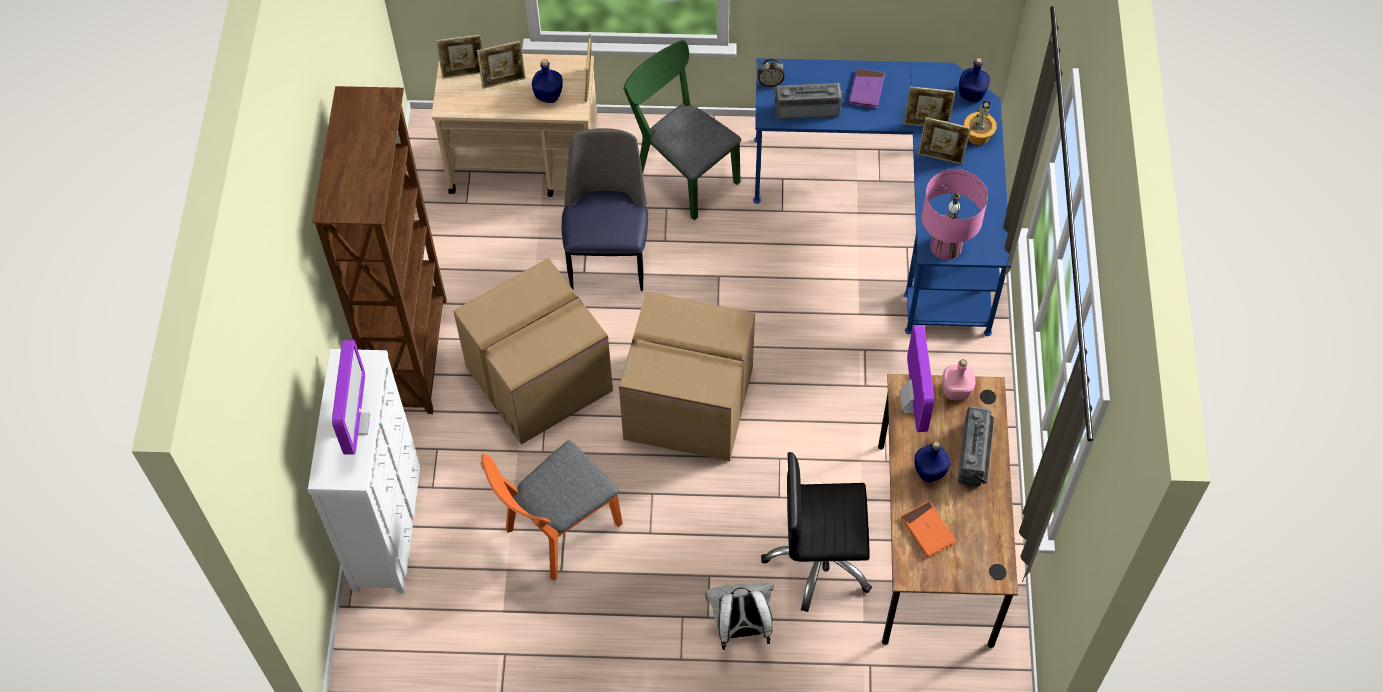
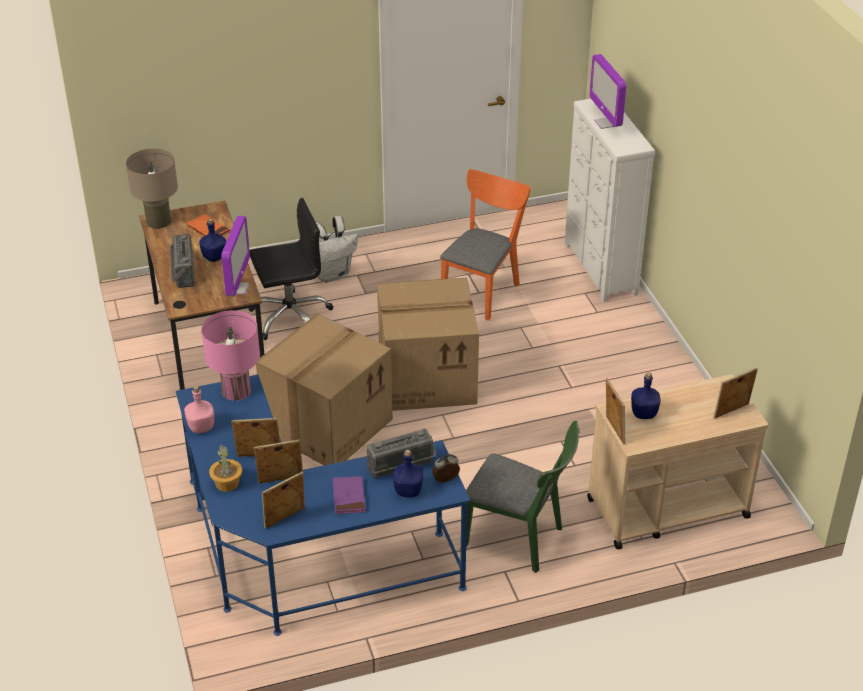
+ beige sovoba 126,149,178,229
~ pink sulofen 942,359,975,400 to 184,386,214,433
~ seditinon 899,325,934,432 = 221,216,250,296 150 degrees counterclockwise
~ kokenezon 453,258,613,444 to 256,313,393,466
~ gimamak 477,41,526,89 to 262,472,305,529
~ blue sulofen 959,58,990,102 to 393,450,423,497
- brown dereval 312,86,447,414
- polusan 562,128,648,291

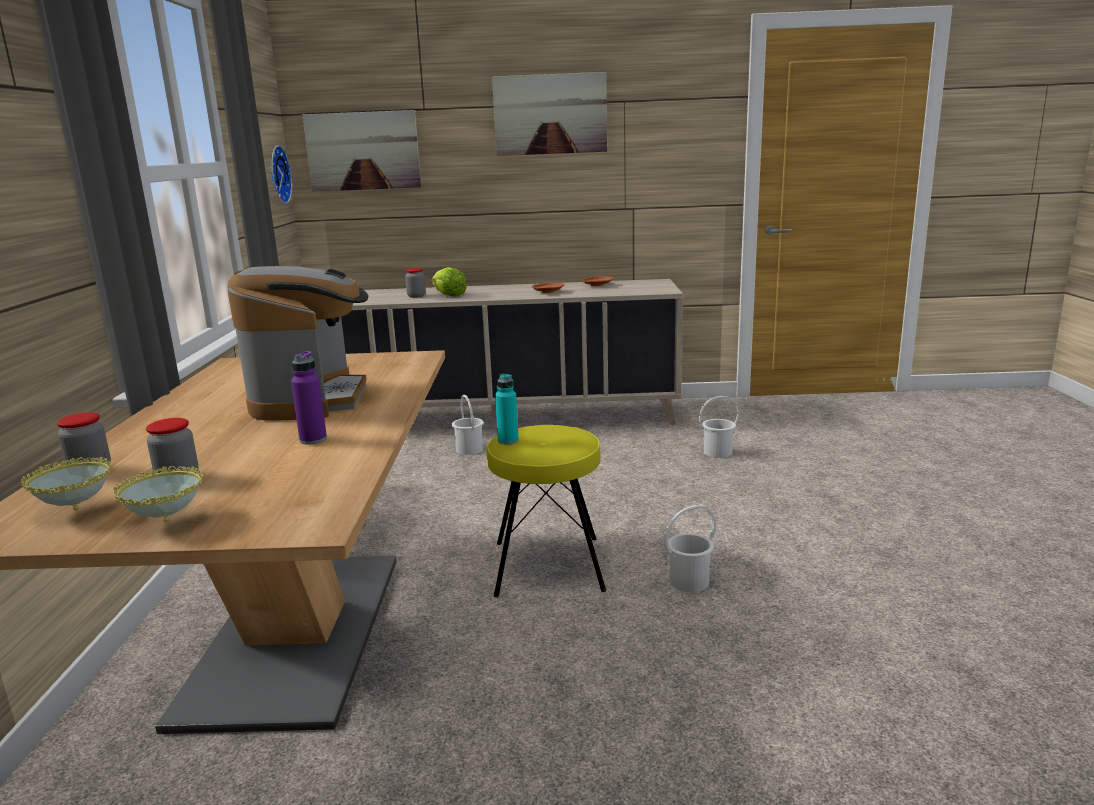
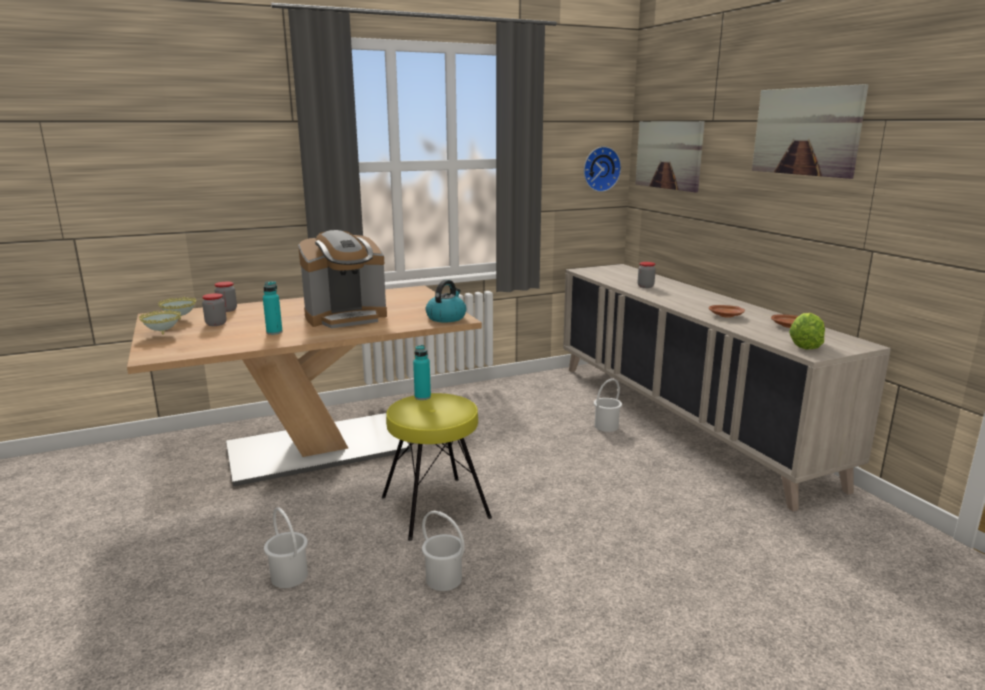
~ purple sulofen 291,351,327,445 to turquoise sulofen 263,281,283,335
~ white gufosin 699,396,739,458 to 264,508,308,588
+ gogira 426,280,466,322
~ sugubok 432,267,467,297 to 789,313,825,349

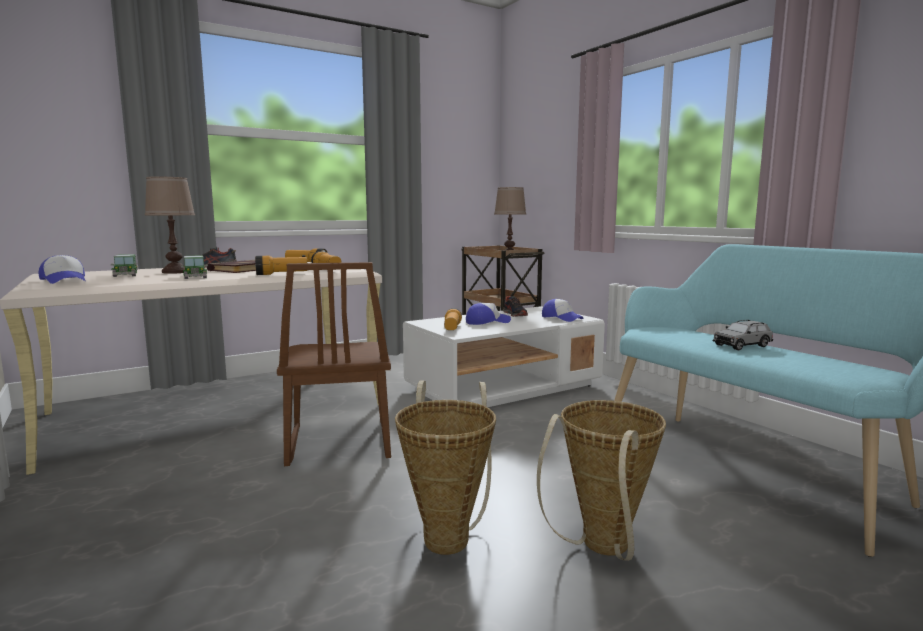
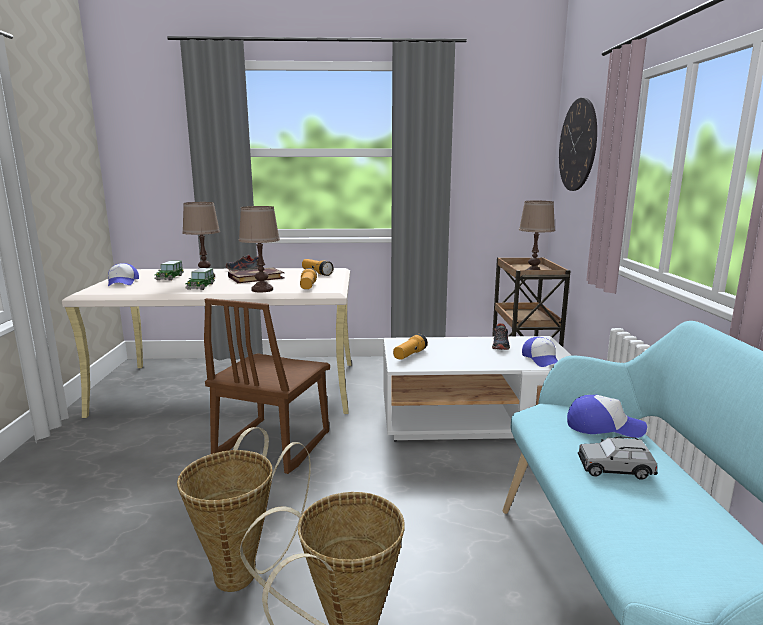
~ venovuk 255,256,308,275 to brown sovoba 239,206,280,292
+ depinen 559,98,597,191
~ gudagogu 466,303,511,325 to 567,395,647,438

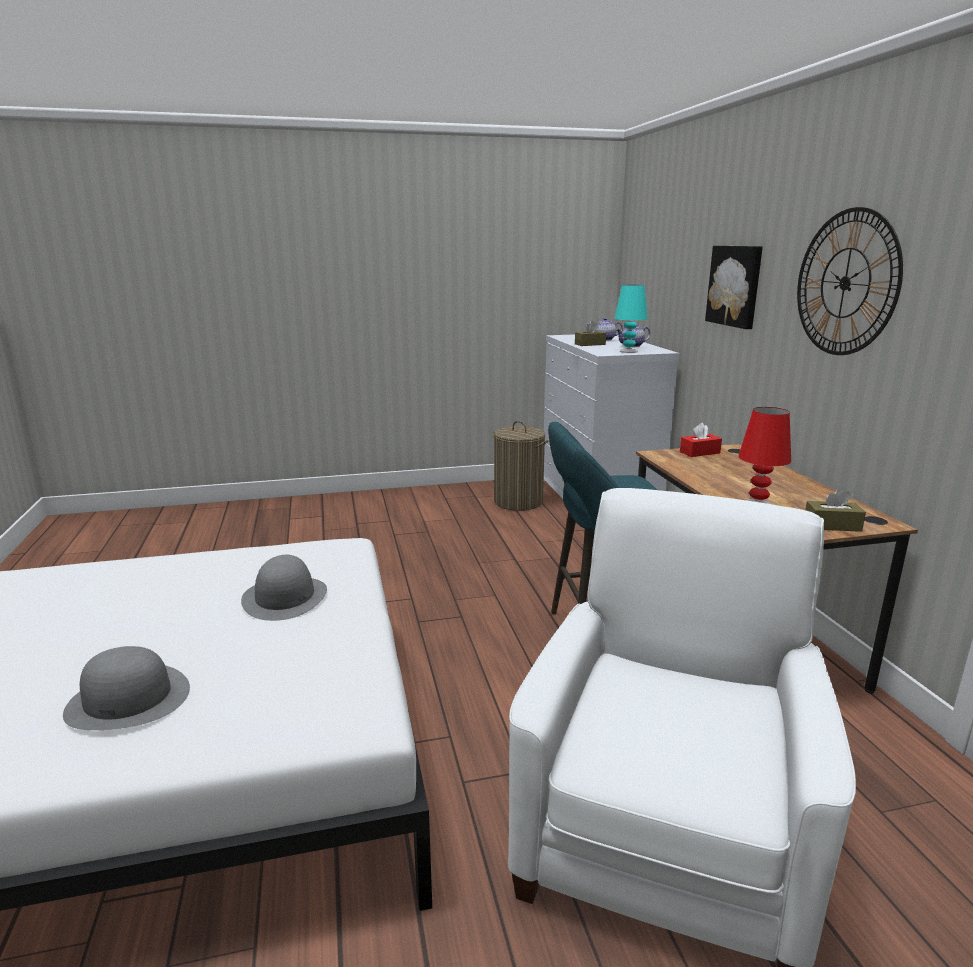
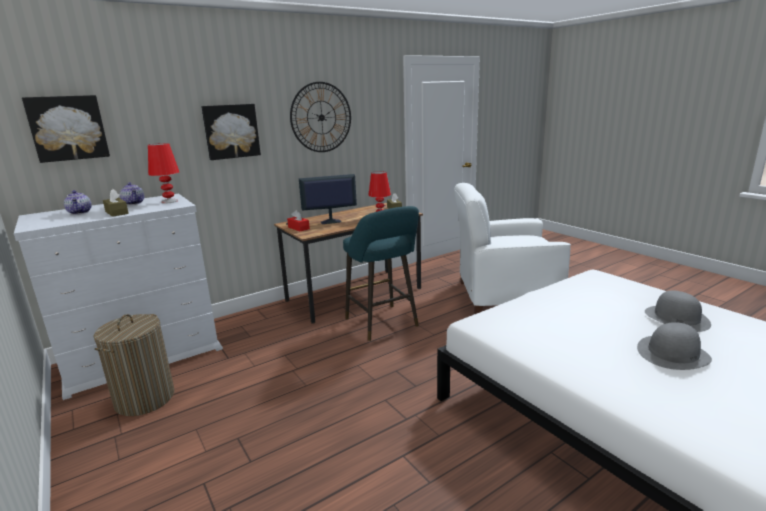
+ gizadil 22,95,110,163
~ turquoise sovoba 615,284,648,353 to red sovoba 148,143,179,204
+ seditinon 299,174,357,224
~ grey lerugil 241,555,327,621 to 637,322,712,370

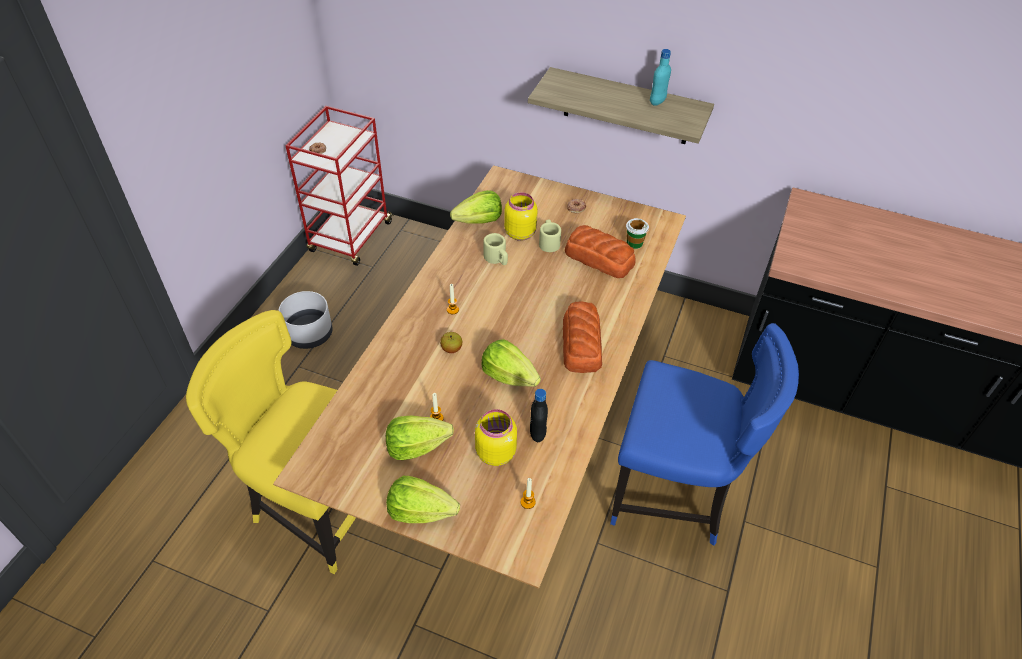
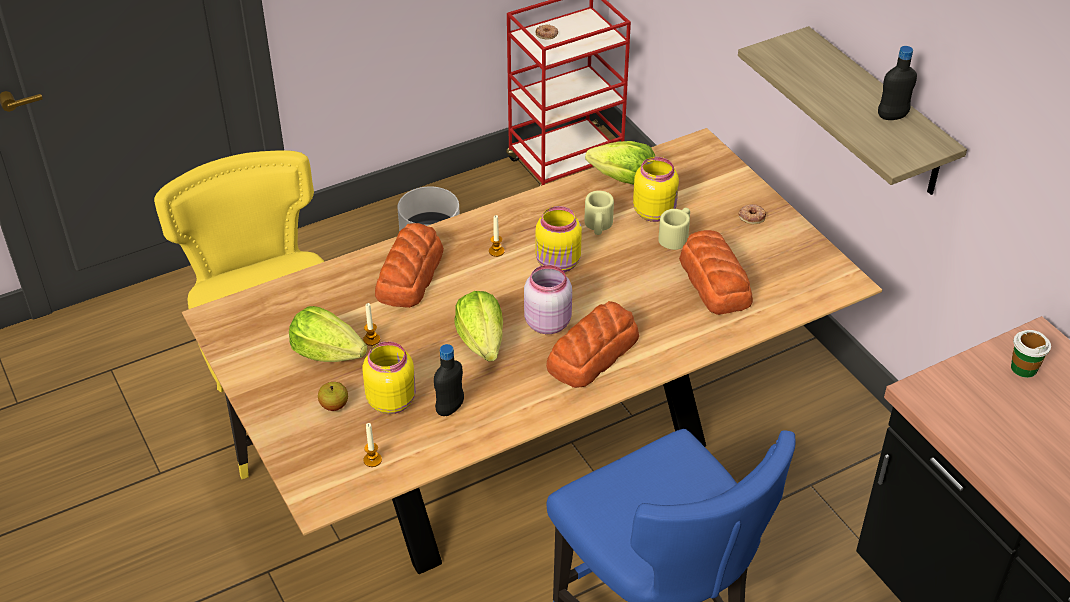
~ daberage 440,332,462,353 to 318,382,348,411
+ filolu 375,223,444,308
+ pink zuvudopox 524,265,572,334
+ yellow zuvudopox 535,206,582,273
~ turquoise sulofen 650,49,671,106 to black sulofen 878,46,917,120
~ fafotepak 626,218,649,249 to 1011,330,1051,378
- sugubok 386,476,460,523

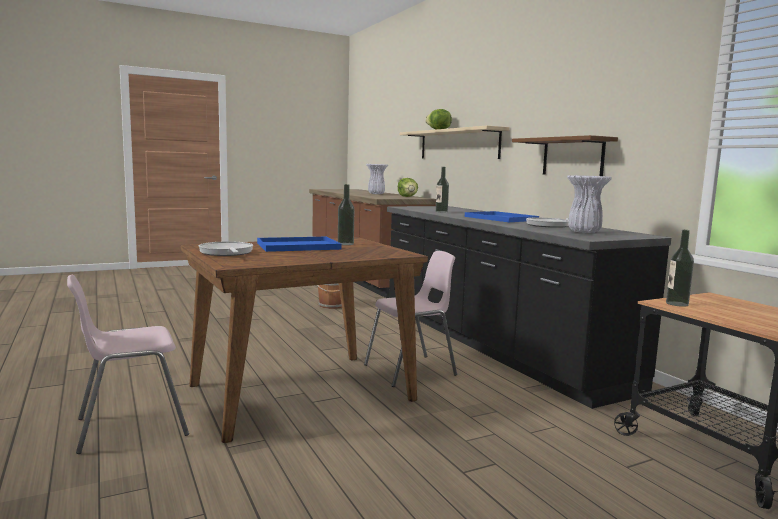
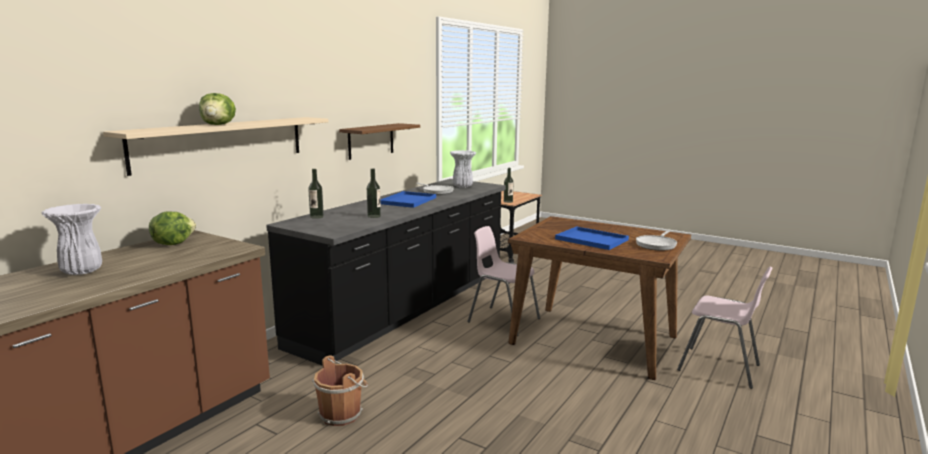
~ sulofen 338,184,355,245 to 308,169,324,219

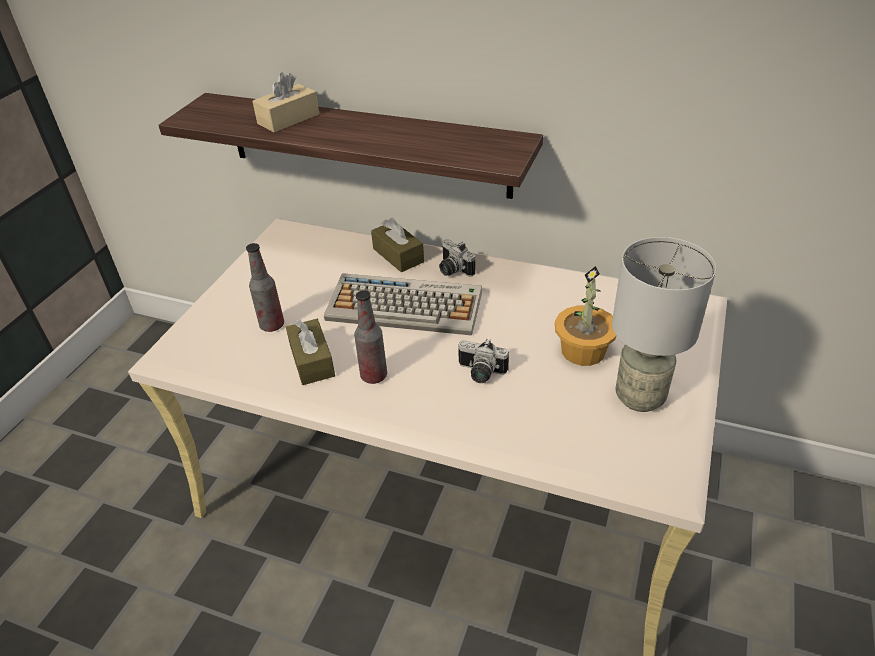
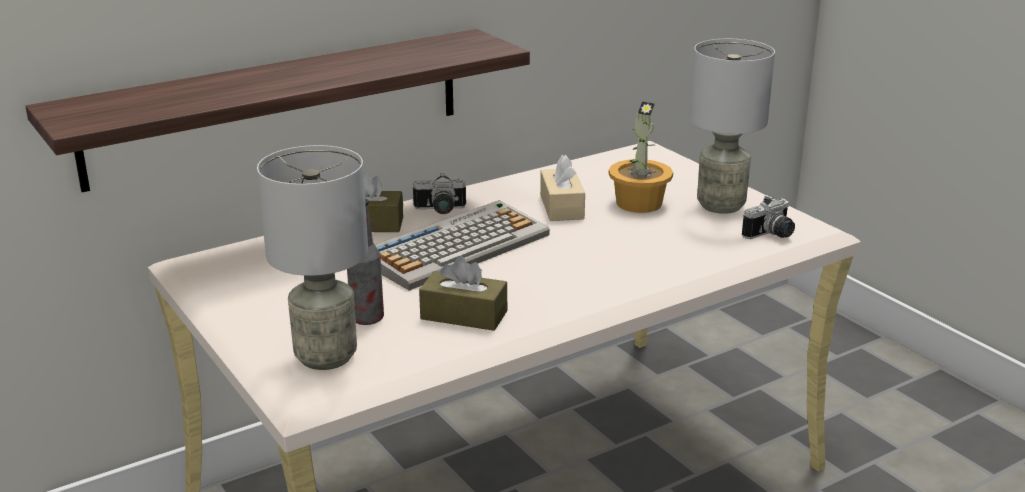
+ grey sovoba 257,145,368,370
~ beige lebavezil 252,72,319,132 to 540,155,585,221
~ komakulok 458,339,509,383 to 742,195,795,239
- sulofen 354,290,387,384

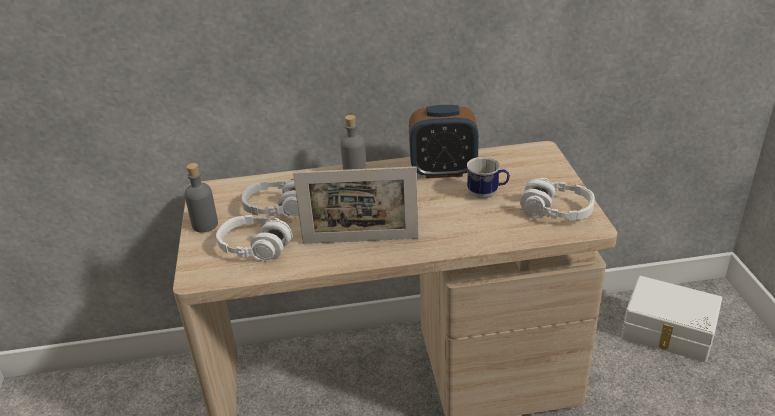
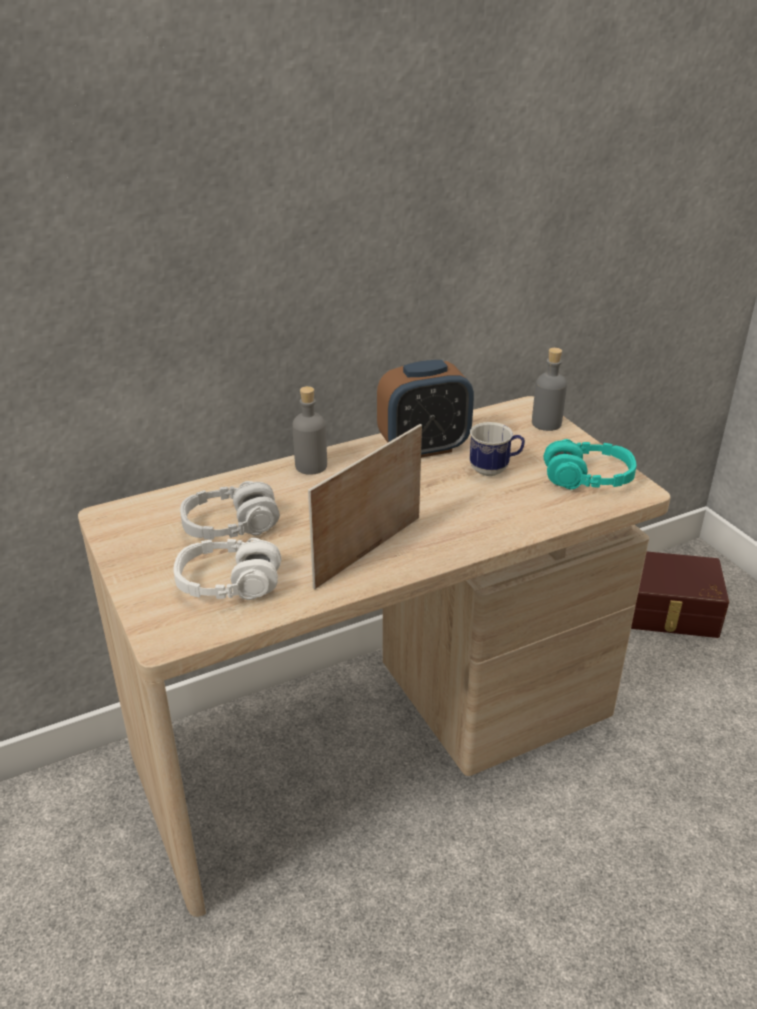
~ gimamak 293,167,419,244 = 308,424,422,589 150 degrees clockwise
~ grey sulofen 185,163,218,233 to 532,348,567,431
~ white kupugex 520,178,595,220 to turquoise kupugex 543,439,637,489
~ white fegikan 621,276,722,362 to brown fegikan 631,552,729,638

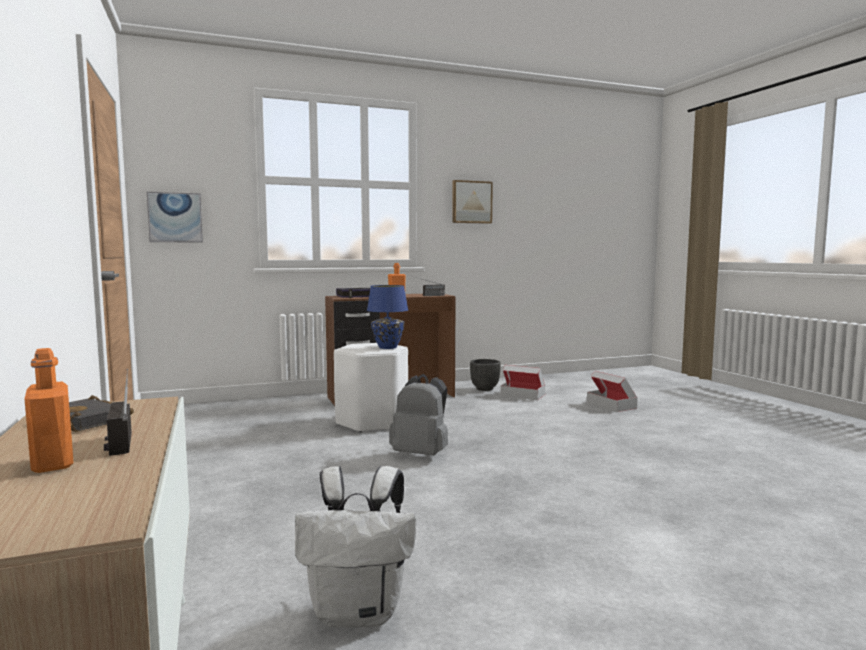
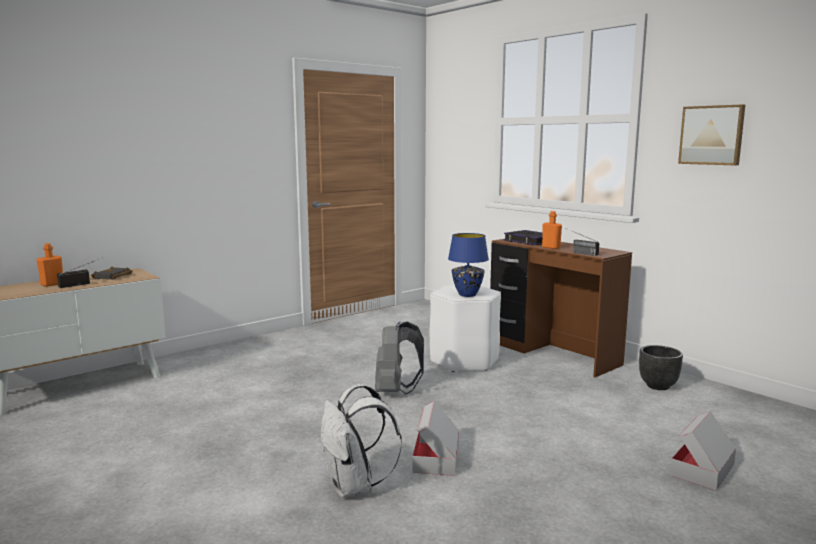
~ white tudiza 295,466,416,628 to 321,384,402,498
~ kokenezon 500,365,545,400 to 412,401,459,476
- gizadil 147,192,203,243

